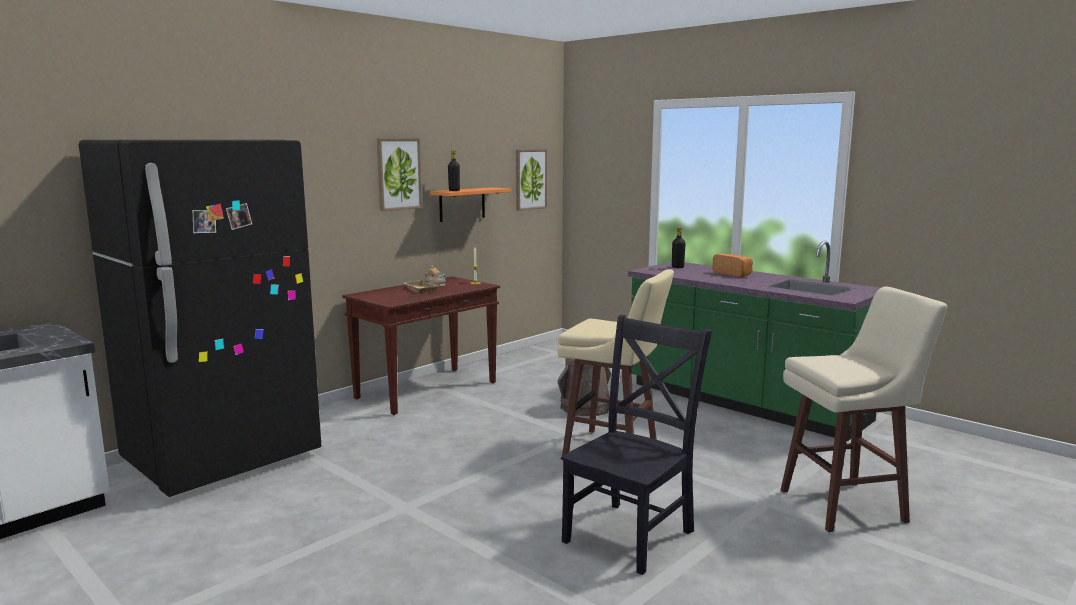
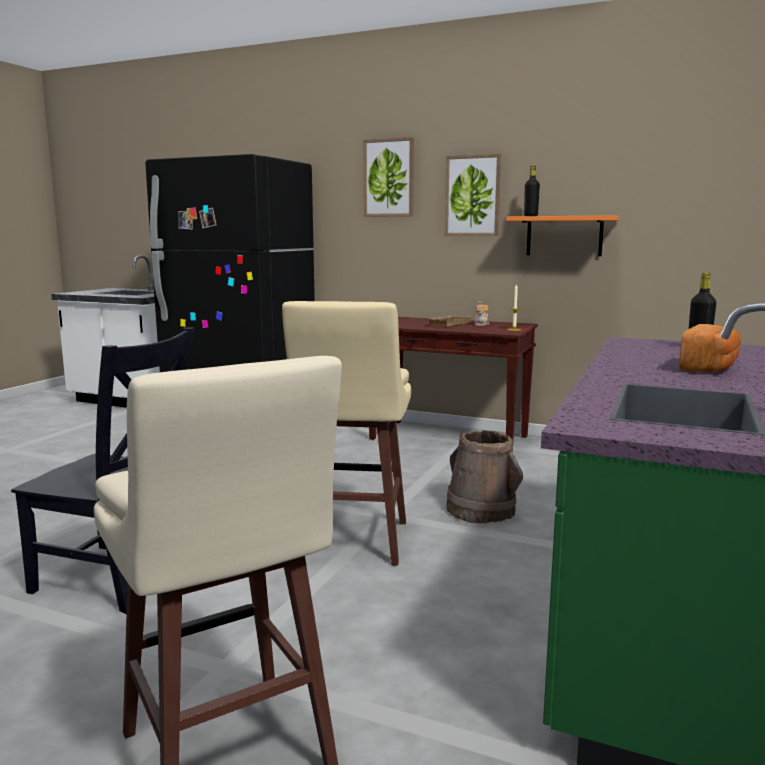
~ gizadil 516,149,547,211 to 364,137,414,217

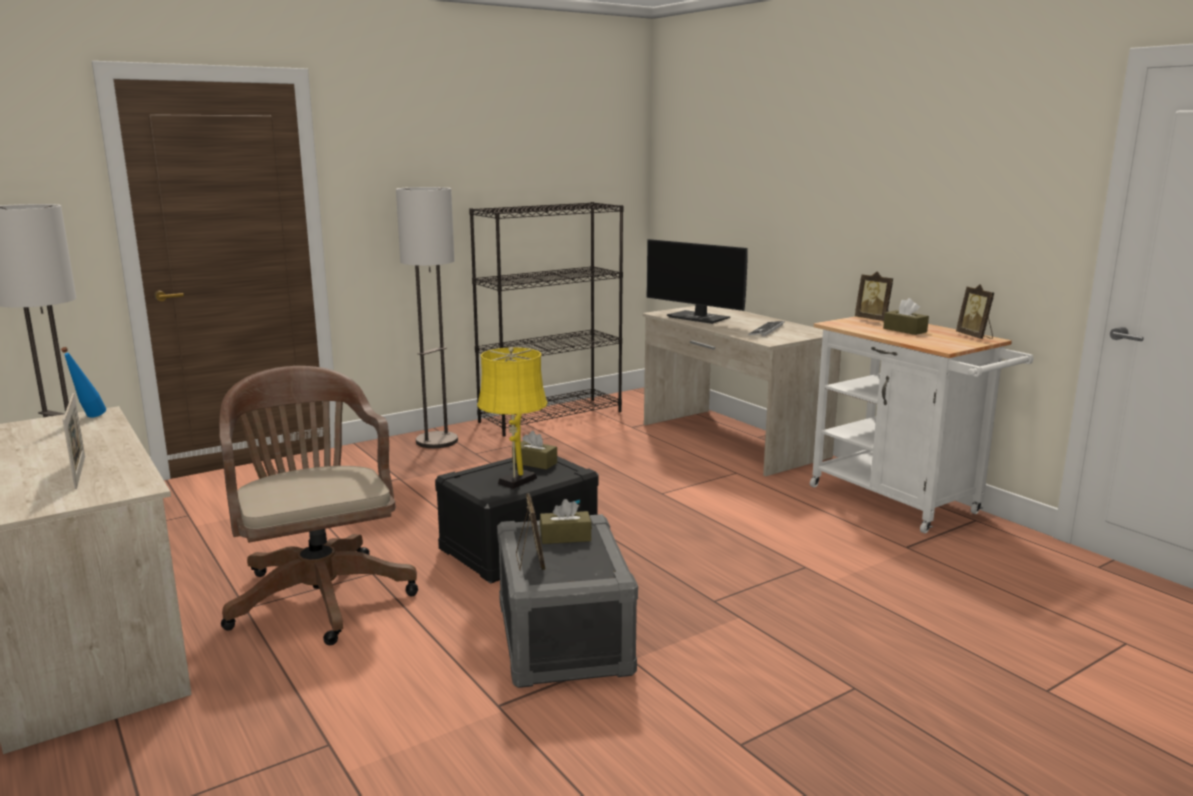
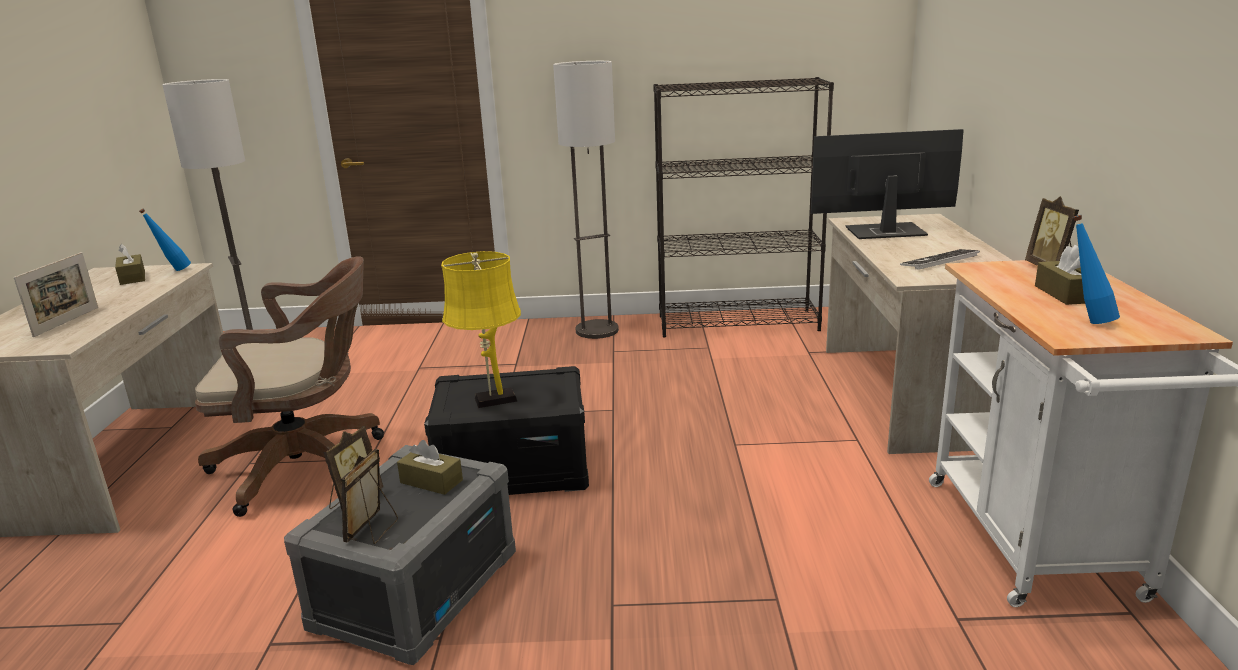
~ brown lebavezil 512,431,557,470 to 115,244,145,285
~ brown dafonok 219,366,418,645 = 195,256,384,517 75 degrees clockwise
~ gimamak 956,284,994,339 to 341,449,398,544
~ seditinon 646,239,747,324 = 811,129,964,239 105 degrees clockwise
+ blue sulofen 1073,215,1120,324

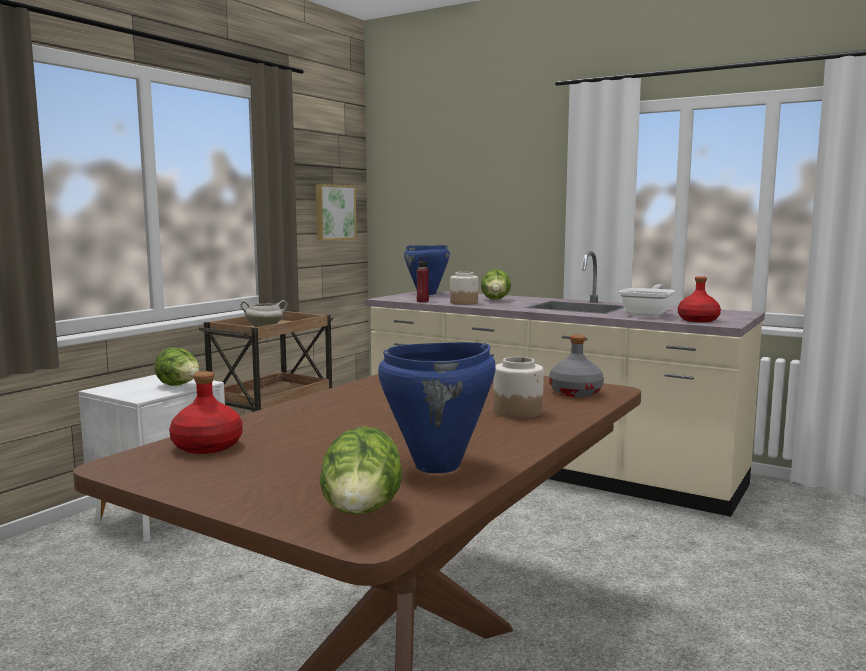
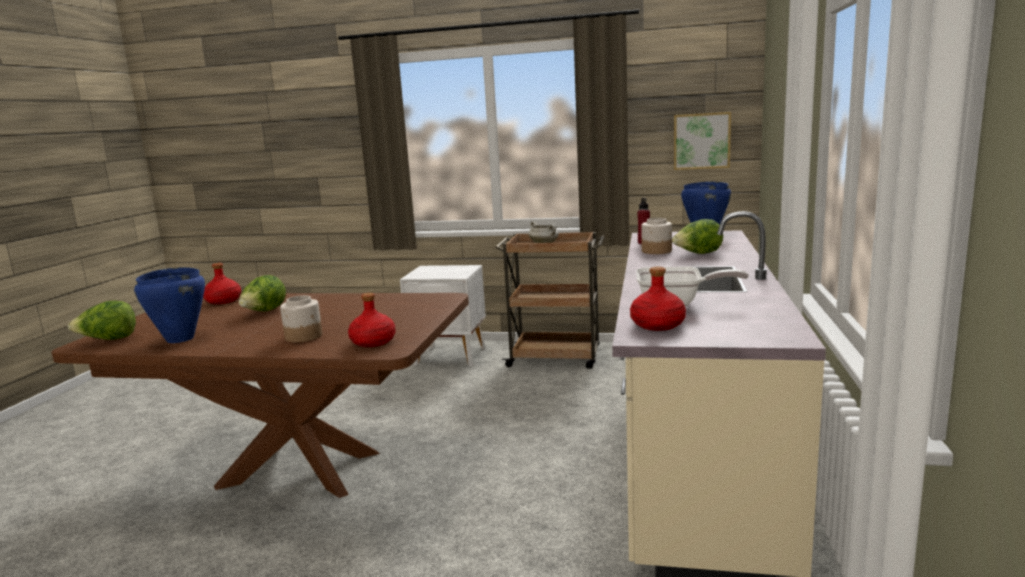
~ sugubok 154,348,200,386 to 239,275,286,311
~ grey sulofen 549,335,604,397 to red sulofen 348,293,396,347

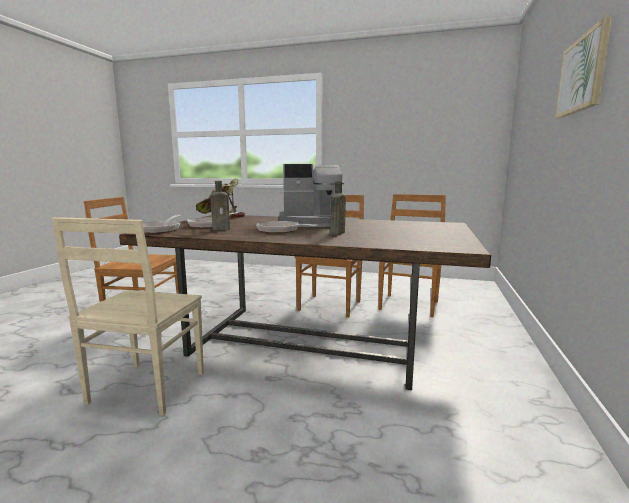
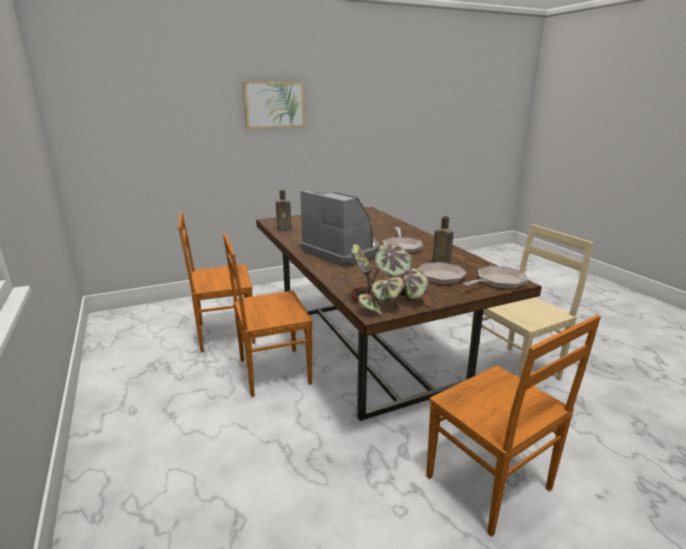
~ brown sulofen 330,181,346,235 to 276,190,291,231

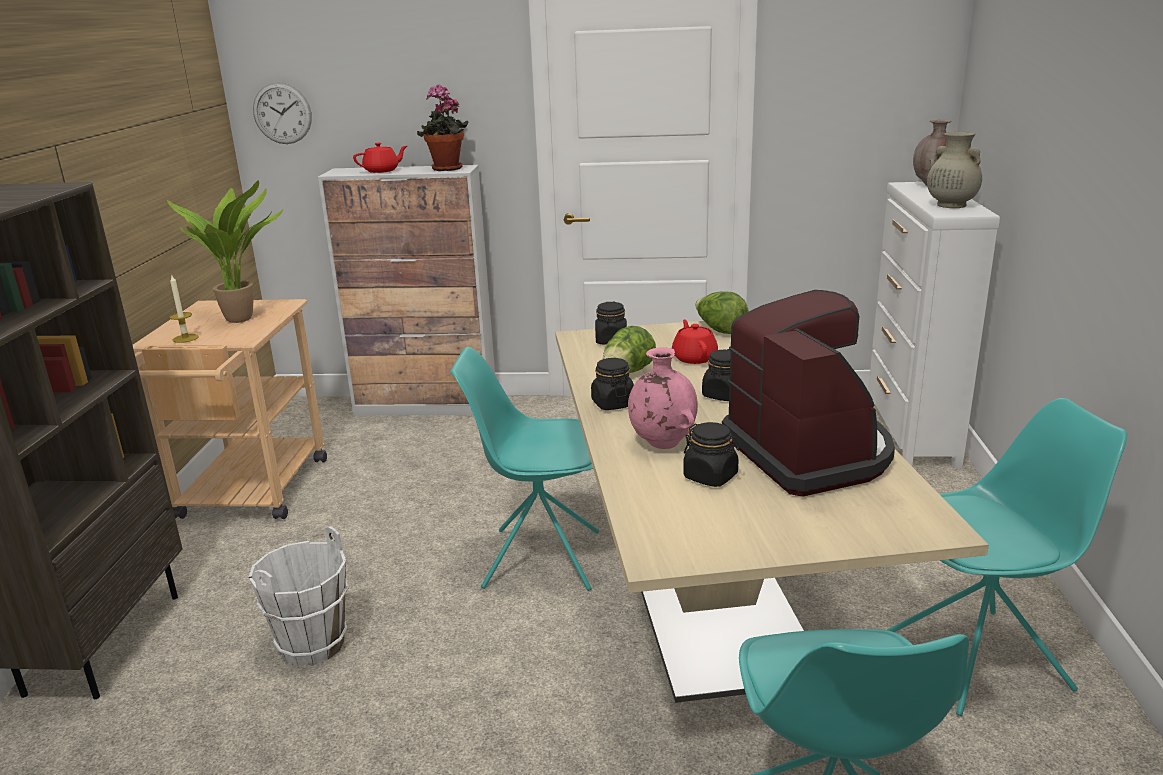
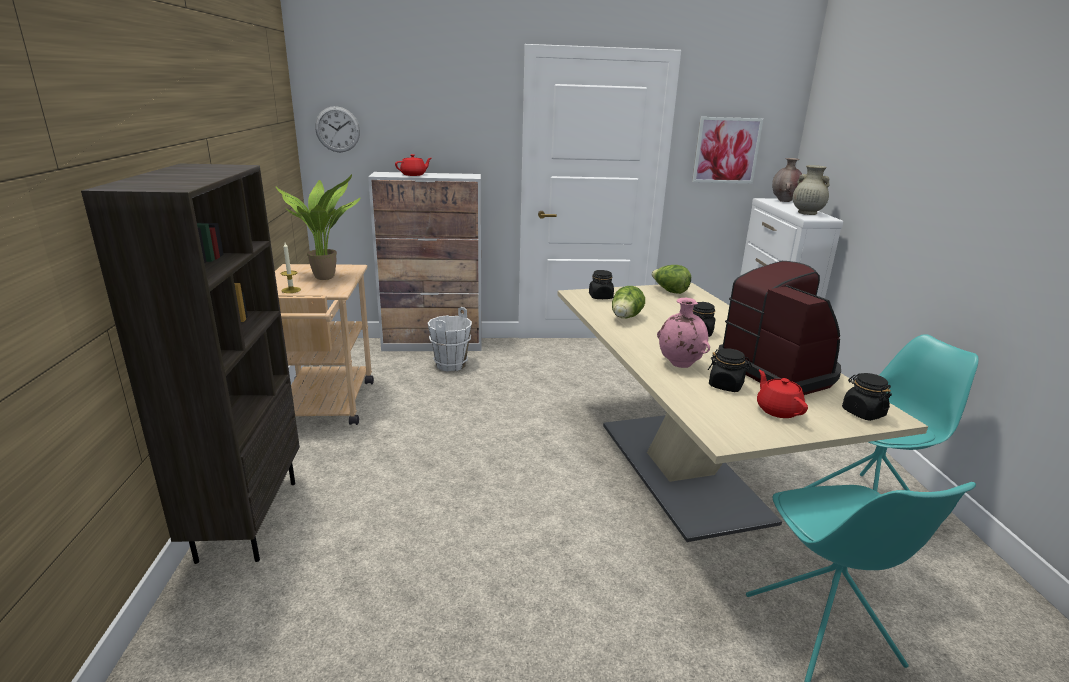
~ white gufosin 249,526,349,666 to 427,307,472,371
+ gizadil 692,117,763,183
~ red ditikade 672,320,718,364 to 757,370,808,418
~ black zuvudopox 591,358,634,410 to 842,373,892,421
- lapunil 417,85,469,171
- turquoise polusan 450,347,599,591

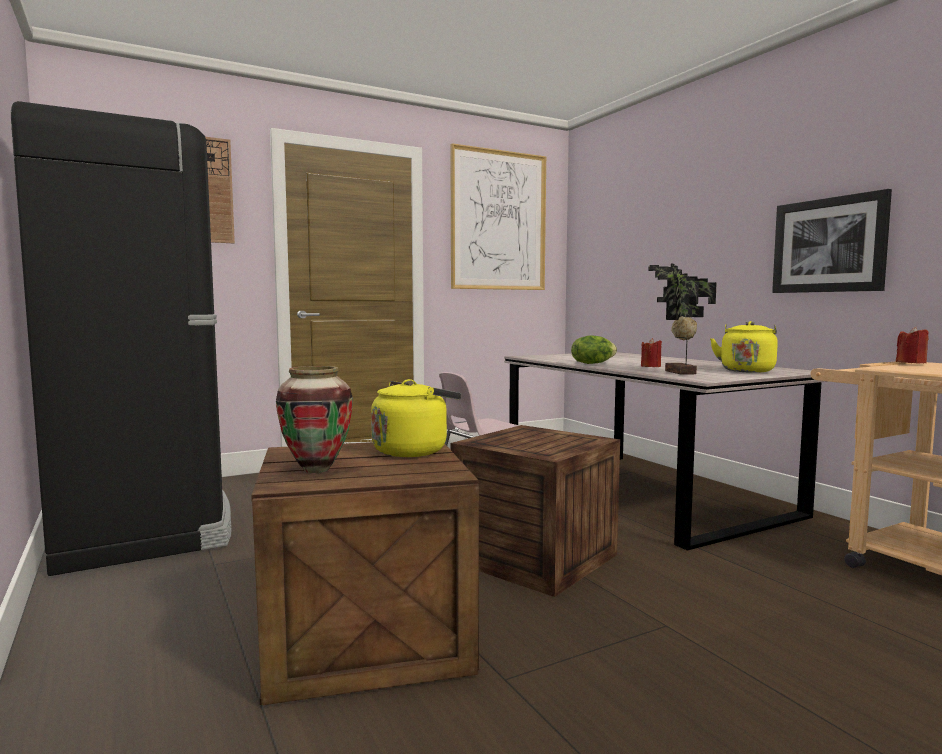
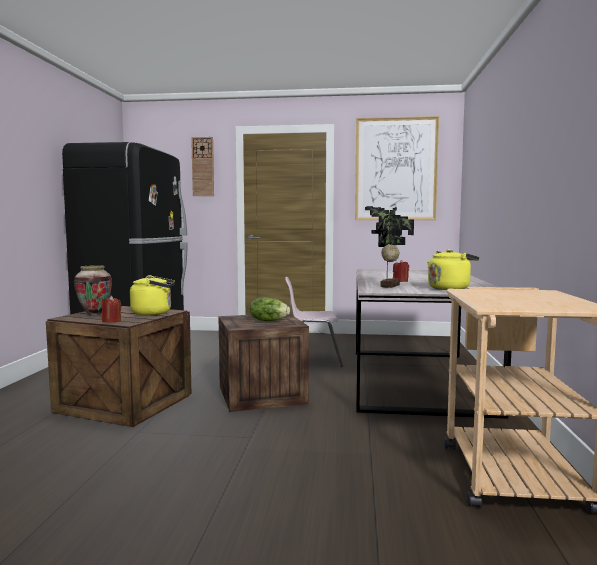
~ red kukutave 896,327,928,363 to 102,296,122,323
~ sugubok 571,335,617,364 to 250,298,290,321
- gizadil 772,189,892,293

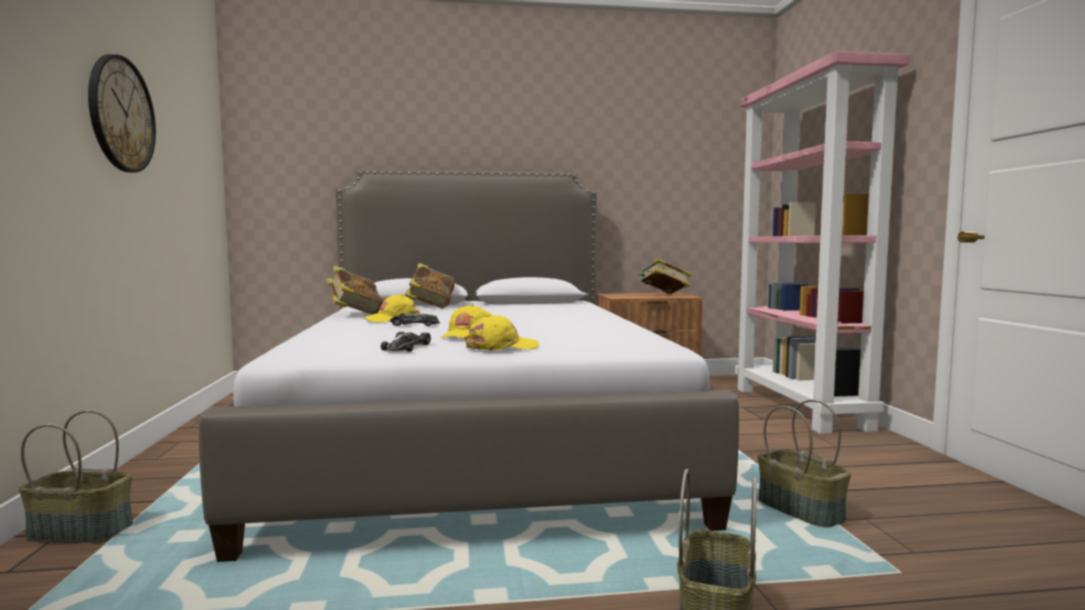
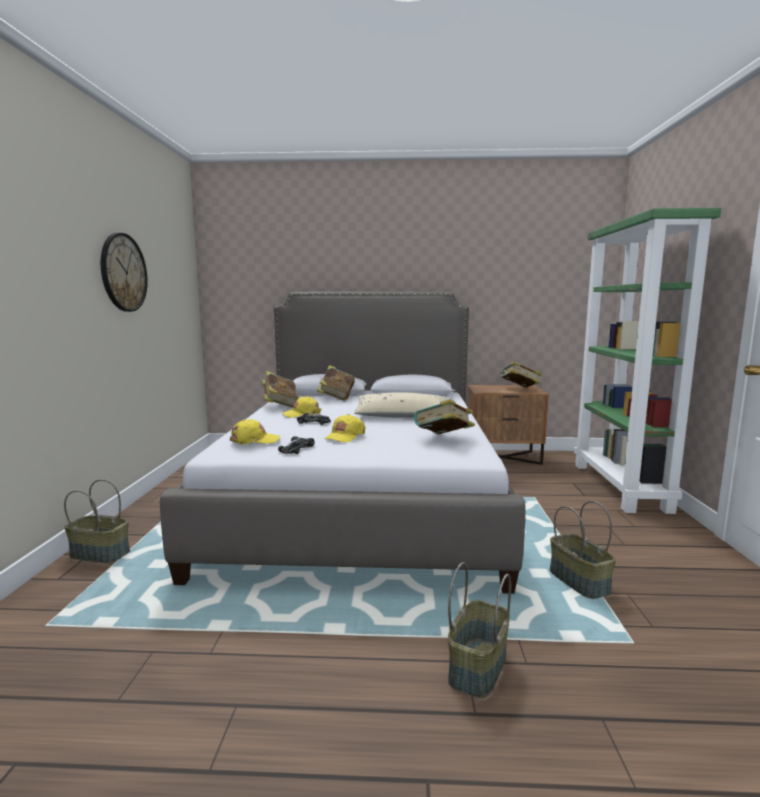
~ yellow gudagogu 464,315,539,351 to 230,419,280,444
+ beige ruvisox 354,392,446,418
+ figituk 414,399,475,434
~ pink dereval 735,51,909,434 to green dereval 574,208,721,514

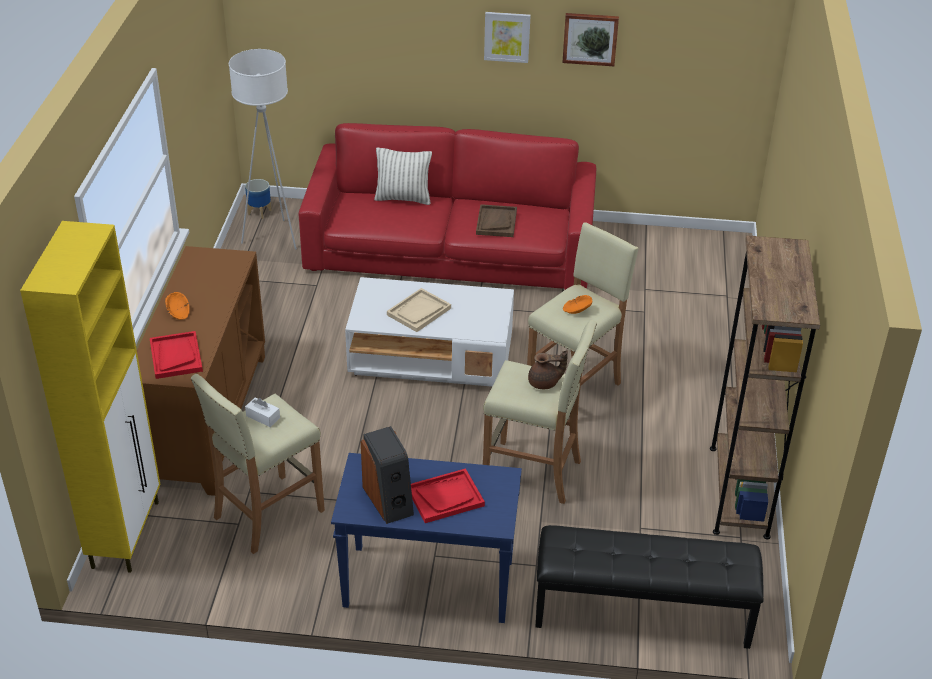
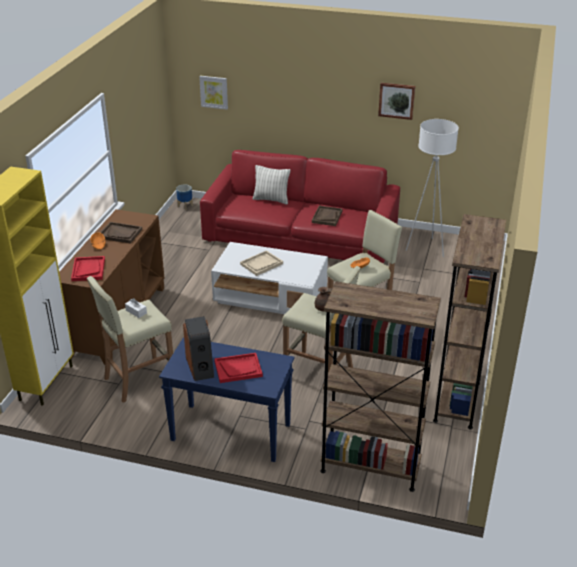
+ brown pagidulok 100,222,142,244
~ gizadil 484,12,531,63 to 199,76,228,110
~ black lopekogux 536,525,764,649 to brown dereval 320,281,441,492
~ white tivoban 229,49,297,250 to 406,119,459,257

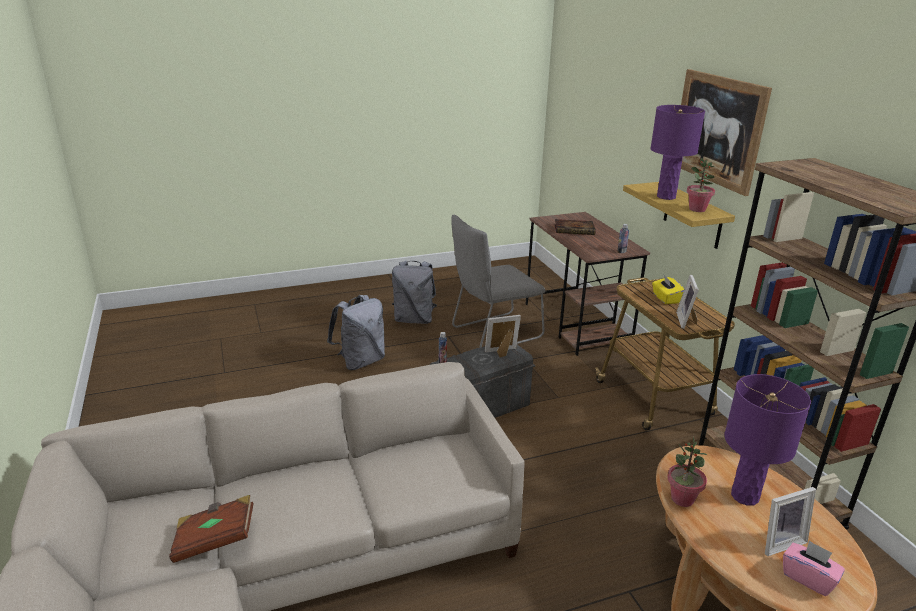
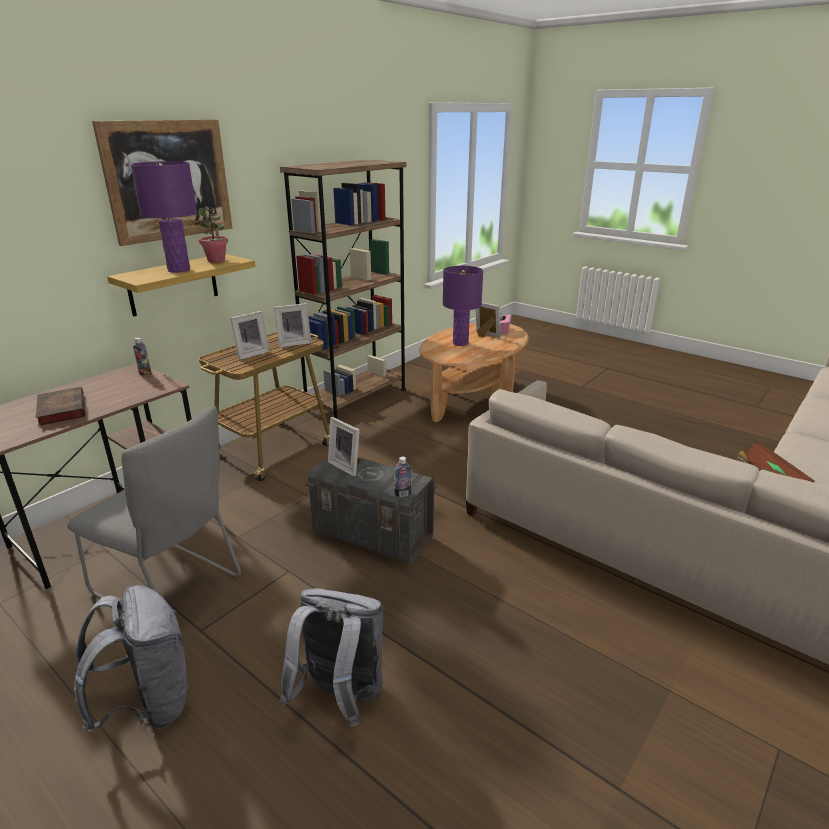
~ yellow lebavezil 652,275,684,304 to gimamak 230,311,270,360
- lapunil 667,436,707,507

